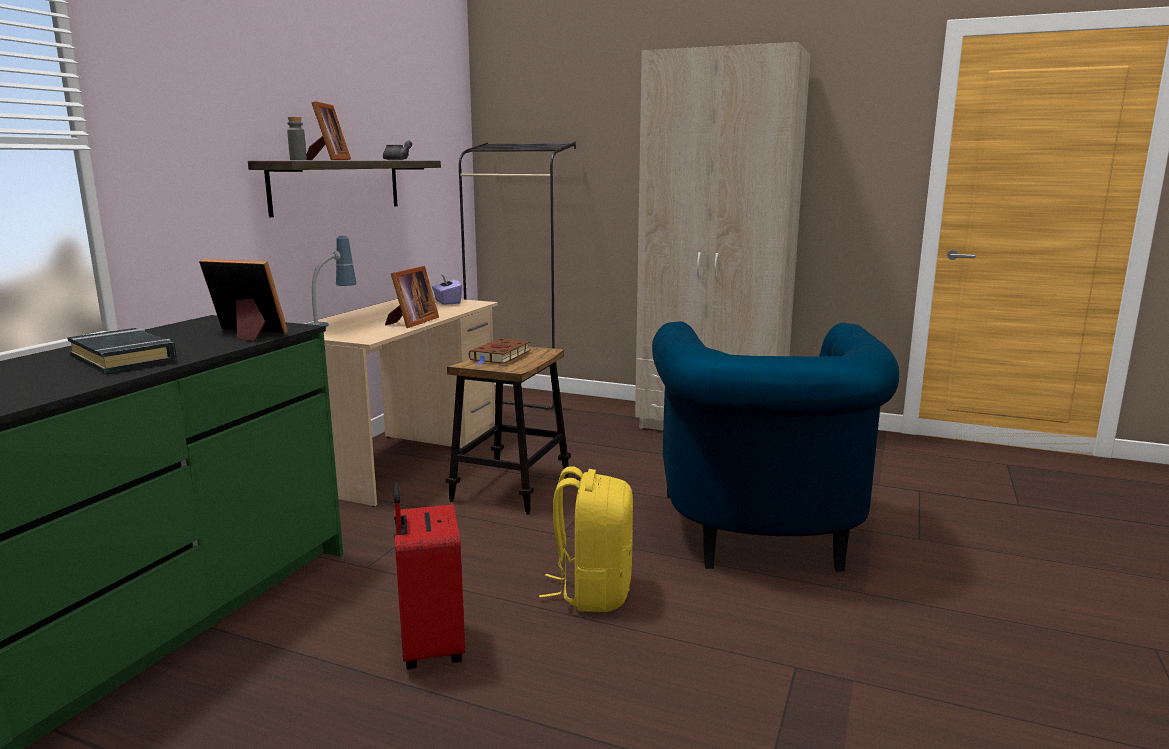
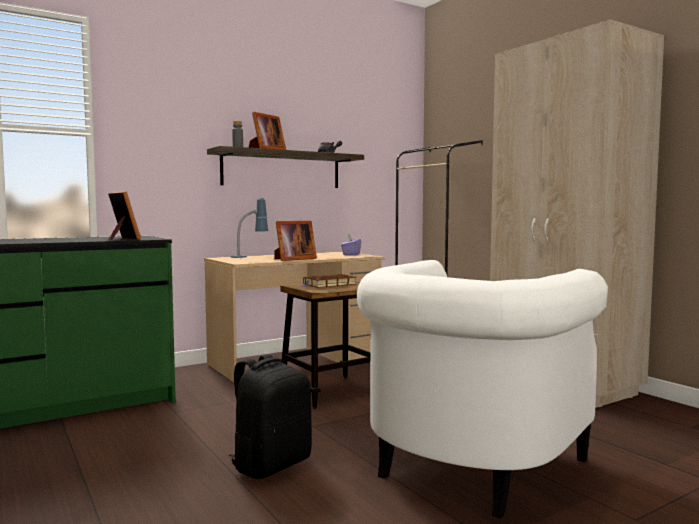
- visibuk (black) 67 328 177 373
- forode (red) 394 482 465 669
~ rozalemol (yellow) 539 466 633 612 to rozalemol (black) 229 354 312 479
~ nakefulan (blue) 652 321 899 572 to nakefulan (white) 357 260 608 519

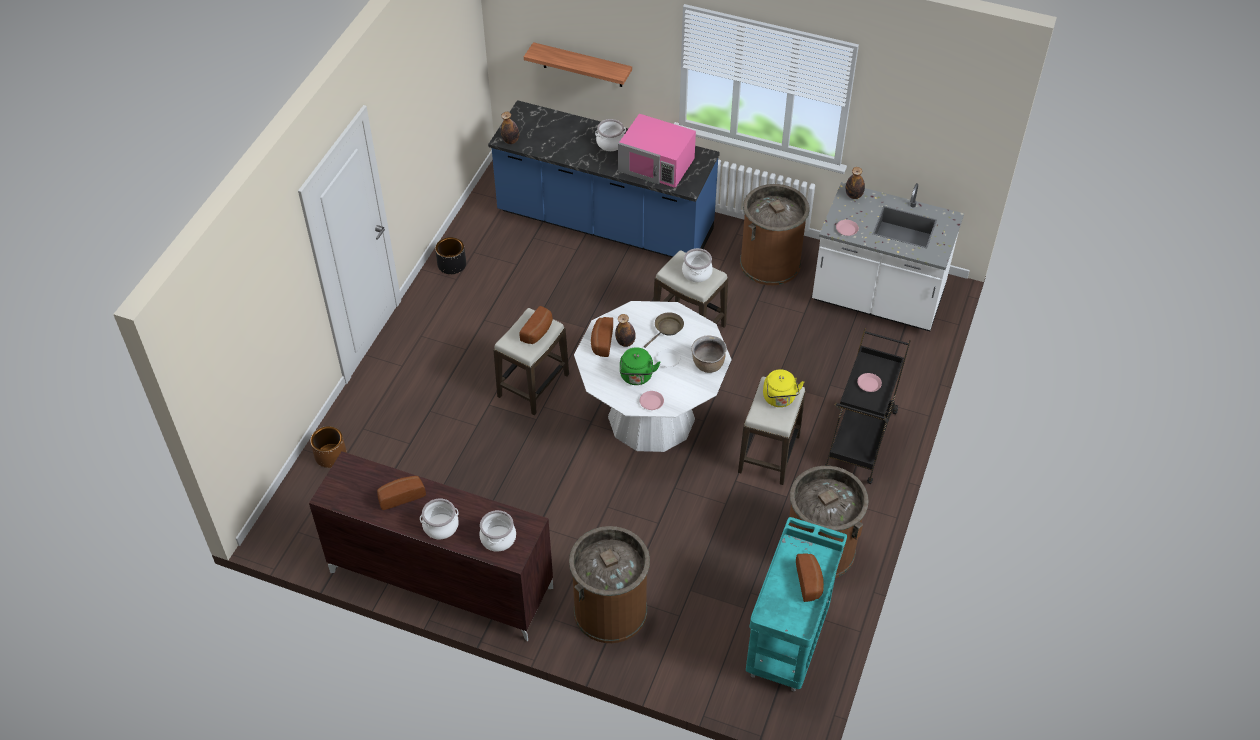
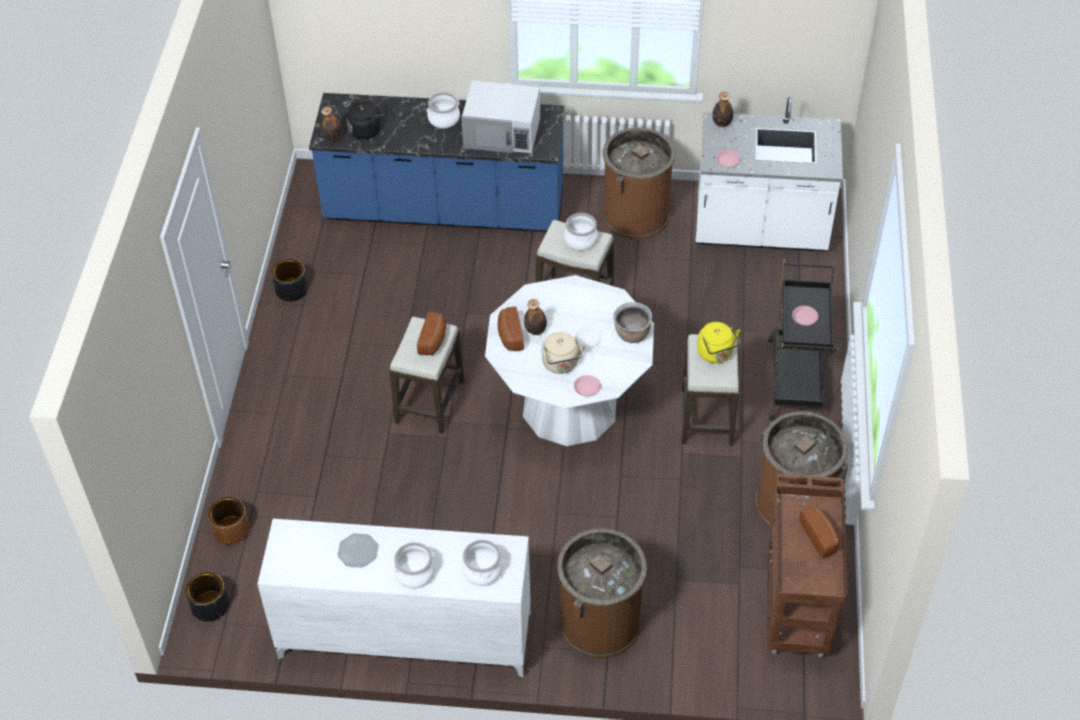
~ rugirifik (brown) 309 451 553 641 to rugirifik (white) 257 519 531 678
~ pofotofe 377 476 426 510 to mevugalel 337 533 378 568
- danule 524 42 632 87
~ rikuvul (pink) 618 114 696 188 to rikuvul (white) 461 80 540 153
~ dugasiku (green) 620 347 661 385 to dugasiku (beige) 542 332 586 374
- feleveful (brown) 644 312 684 348
~ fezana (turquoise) 746 517 847 691 to fezana (brown) 767 474 847 658
+ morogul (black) 186 572 229 622
+ dugasiku (black) 346 97 385 139

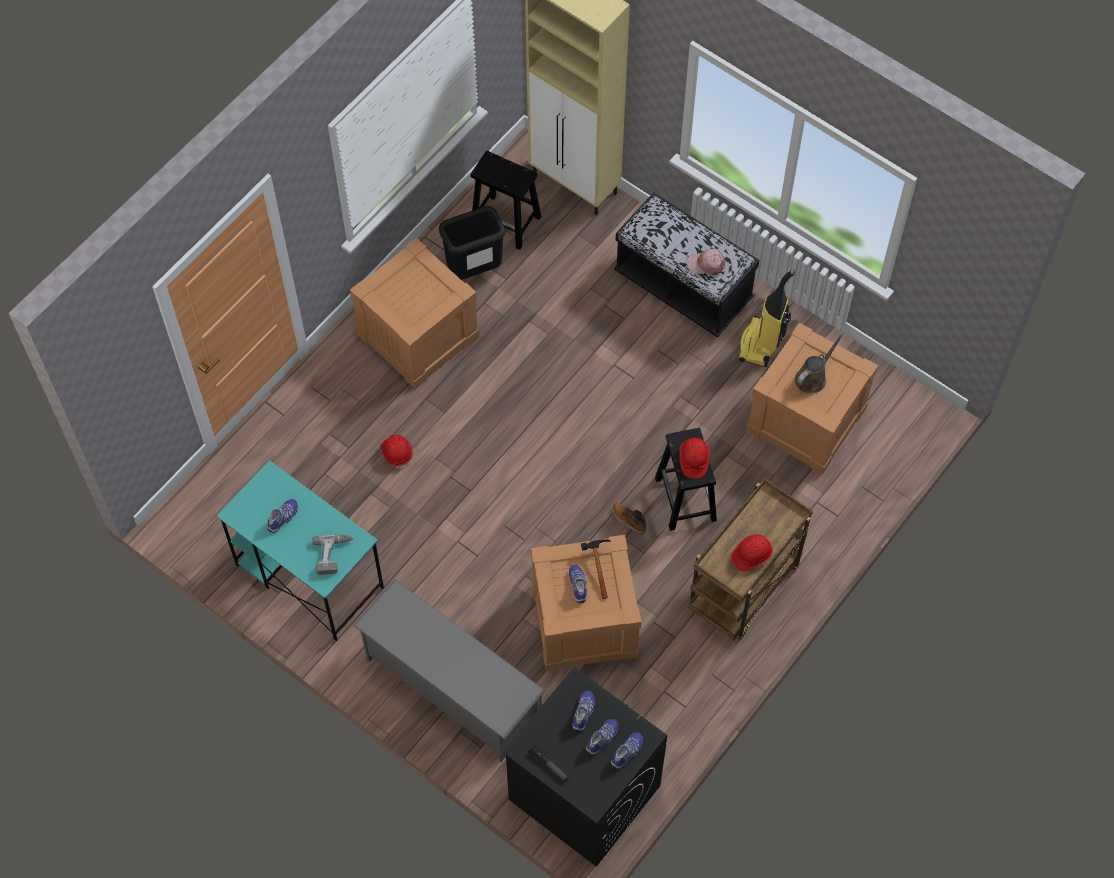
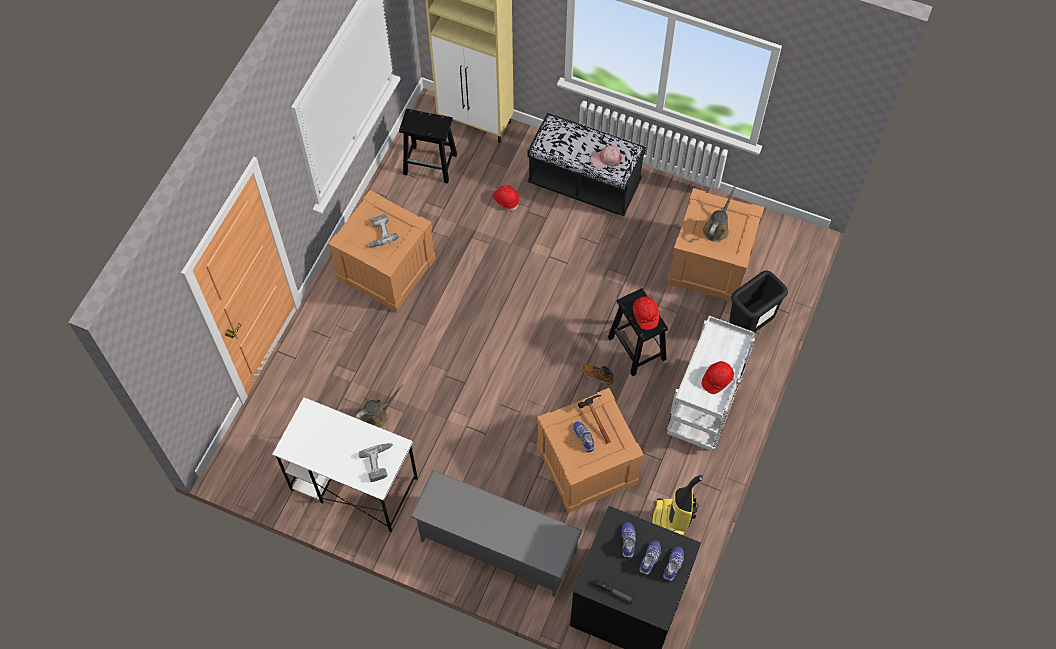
~ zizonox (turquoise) 217 460 384 641 to zizonox (white) 272 397 418 532
- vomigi 267 499 298 533
~ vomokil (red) 381 435 413 469 to 492 185 520 211
~ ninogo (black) 439 206 506 280 to 729 271 788 332
~ fezana (brown) 688 478 813 640 to fezana (white) 667 316 755 451
~ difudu 738 270 795 367 to 652 475 703 535
+ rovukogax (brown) 355 385 403 428
+ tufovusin 368 214 399 247

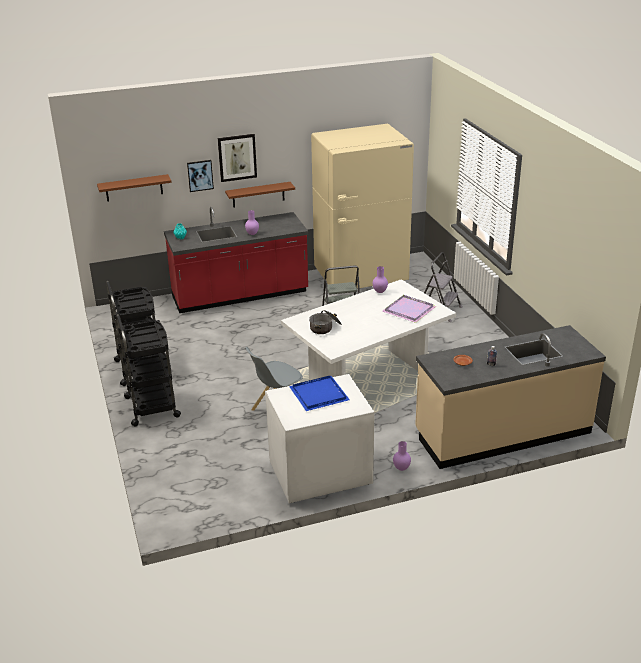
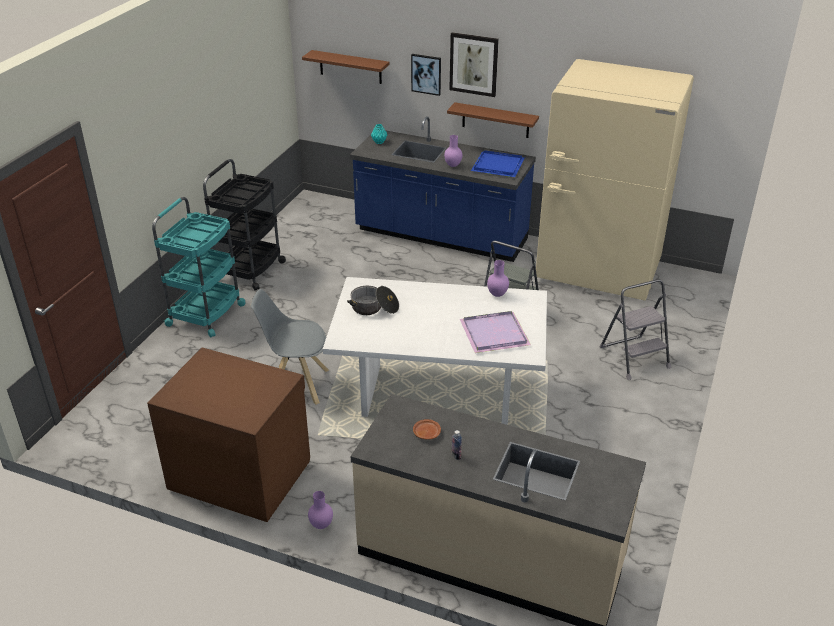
~ fezana (black) 117 314 181 427 to fezana (turquoise) 152 197 245 337
~ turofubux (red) 164 207 308 313 to turofubux (blue) 350 116 536 262
~ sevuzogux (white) 265 374 375 503 to sevuzogux (brown) 147 348 310 522
~ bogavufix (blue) 289 376 350 411 to 471 150 525 177

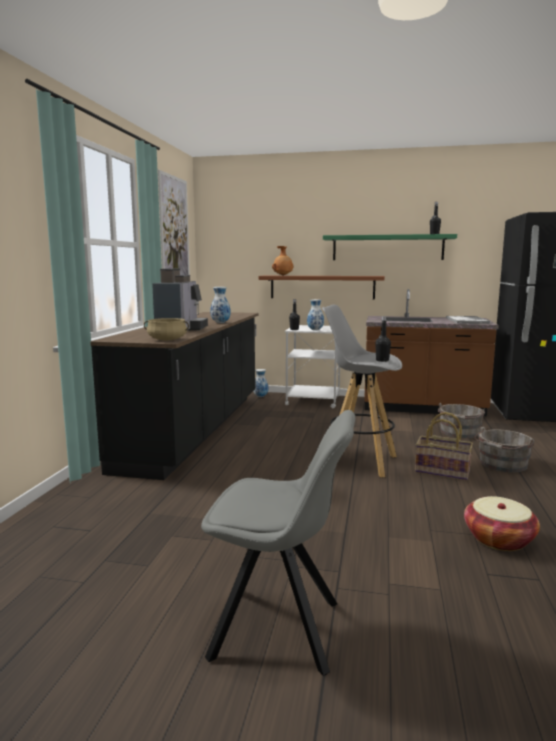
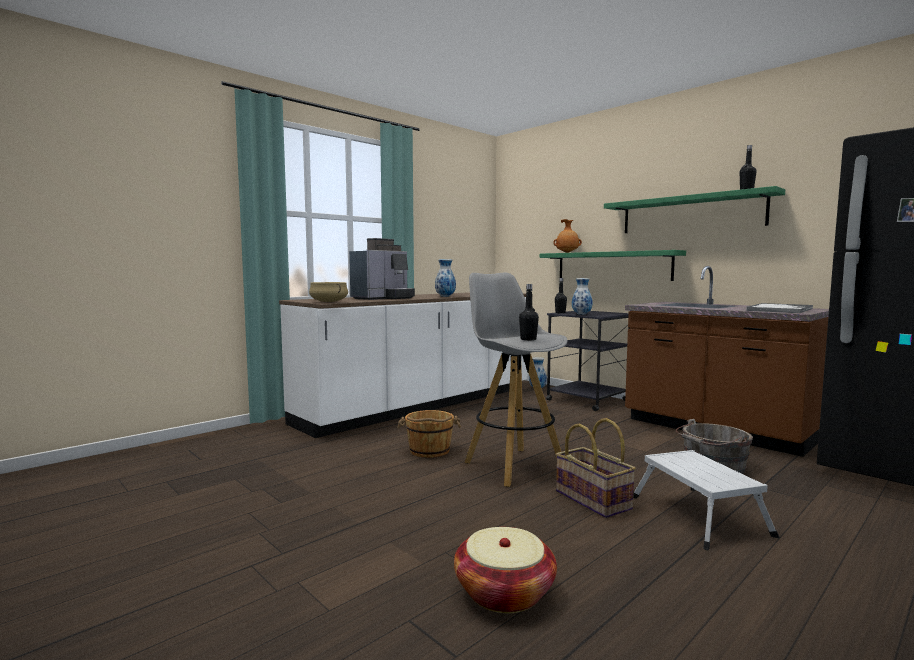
~ turofubux (black) 90 312 258 480 to turofubux (white) 279 292 527 438
- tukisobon 158 170 190 275
- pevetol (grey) 201 410 355 676
~ danule (brown) 259 276 385 300 to danule (green) 540 250 686 281
~ fezana (white) 285 325 340 408 to fezana (black) 546 311 630 411
~ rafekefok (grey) 474 427 534 472 to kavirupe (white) 633 450 780 551
+ rafekefok (brown) 397 410 461 458

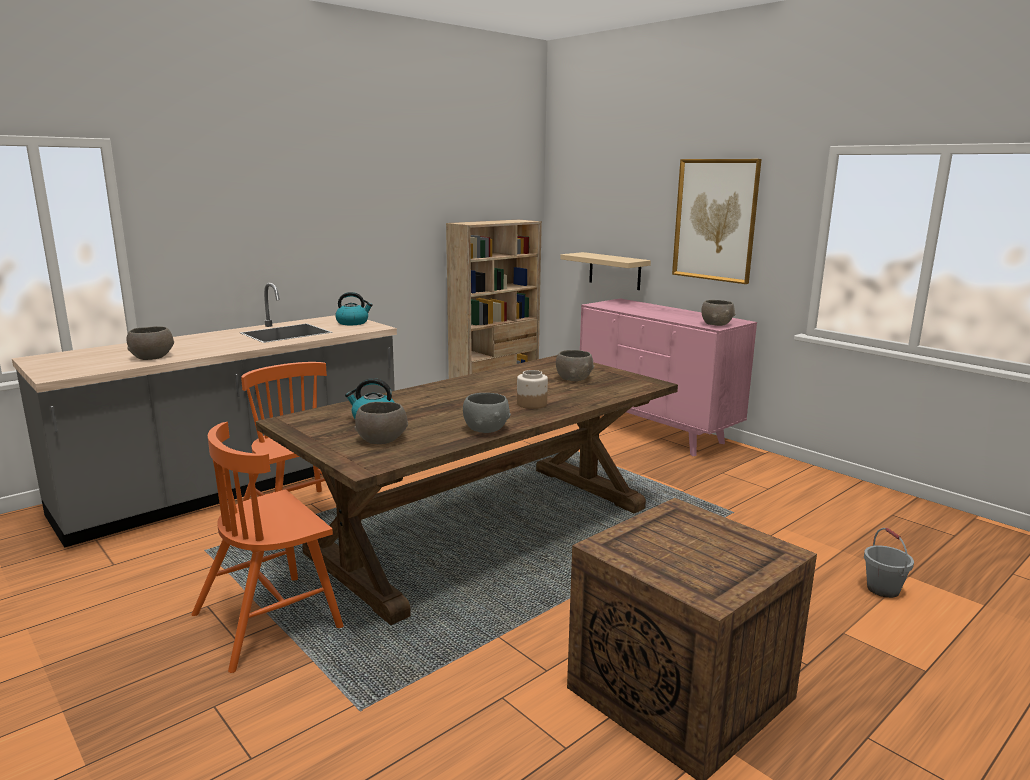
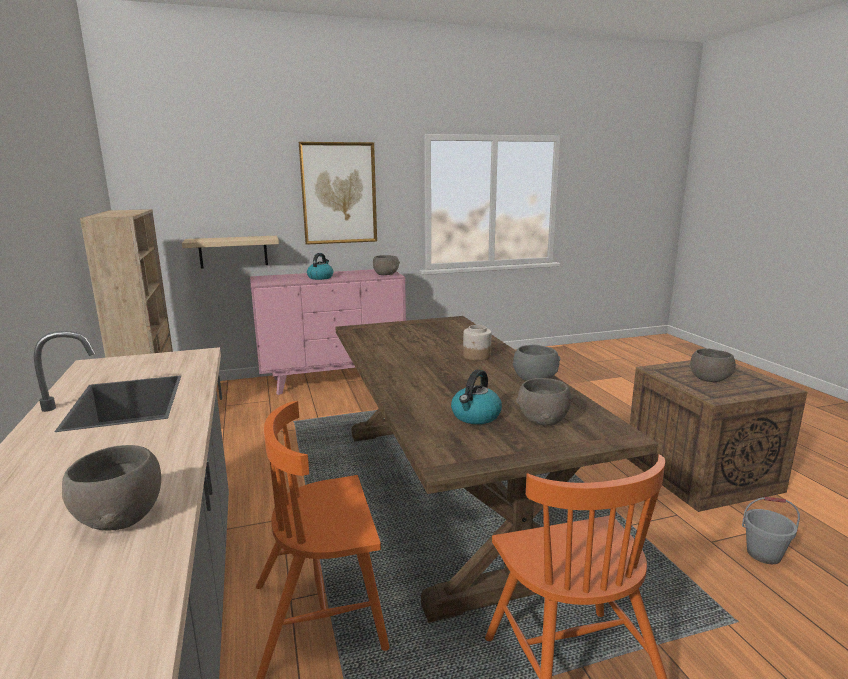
~ dugasiku 335 292 373 325 to 307 253 333 280
~ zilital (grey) 556 350 594 381 to 689 348 736 382
~ rafekefok (grey) 864 528 914 598 to 742 497 800 564

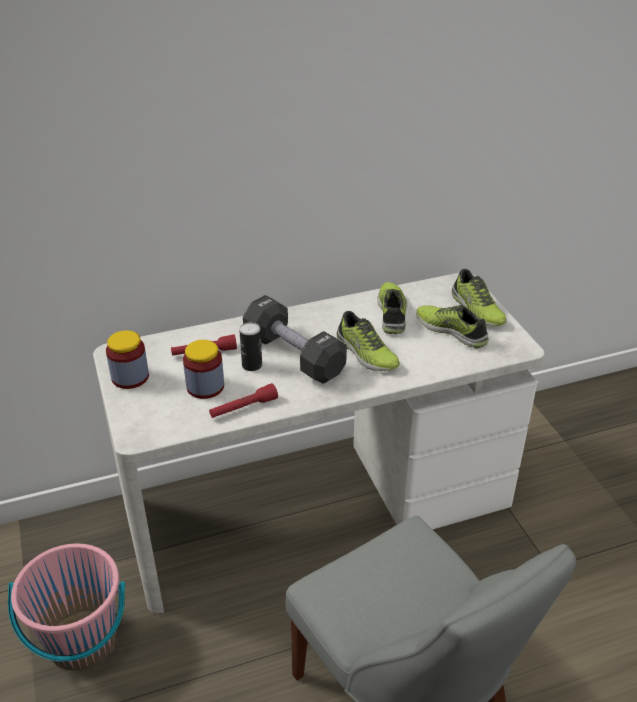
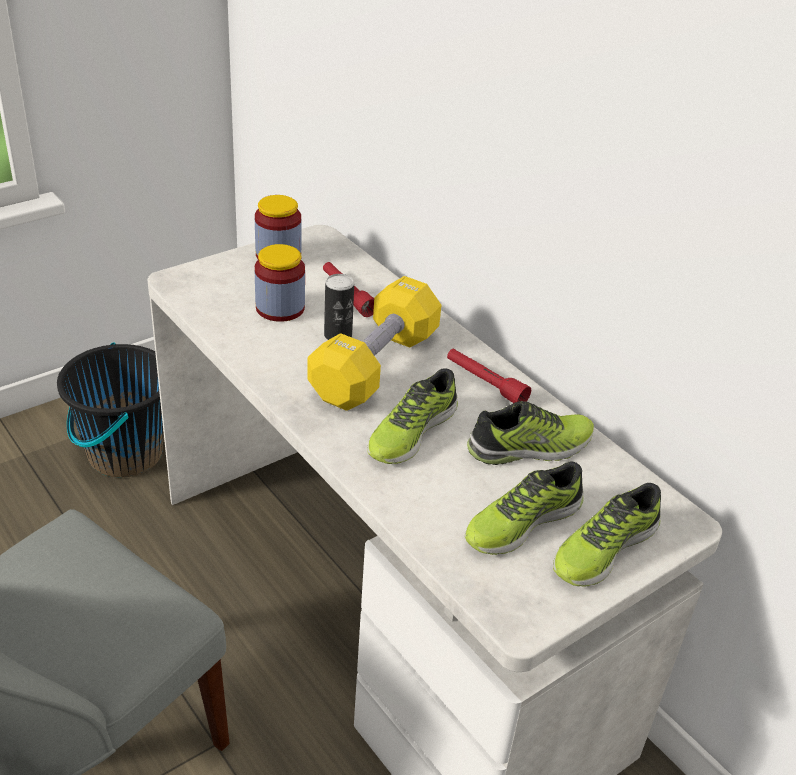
~ rafekefok (pink) 8 543 125 671 to rafekefok (black) 57 342 164 478
~ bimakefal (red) 209 383 278 418 to 447 349 531 403
~ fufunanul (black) 243 295 347 384 to fufunanul (yellow) 307 276 441 411
~ vomigi 416 305 489 348 = 465 461 583 555 150 degrees counterclockwise

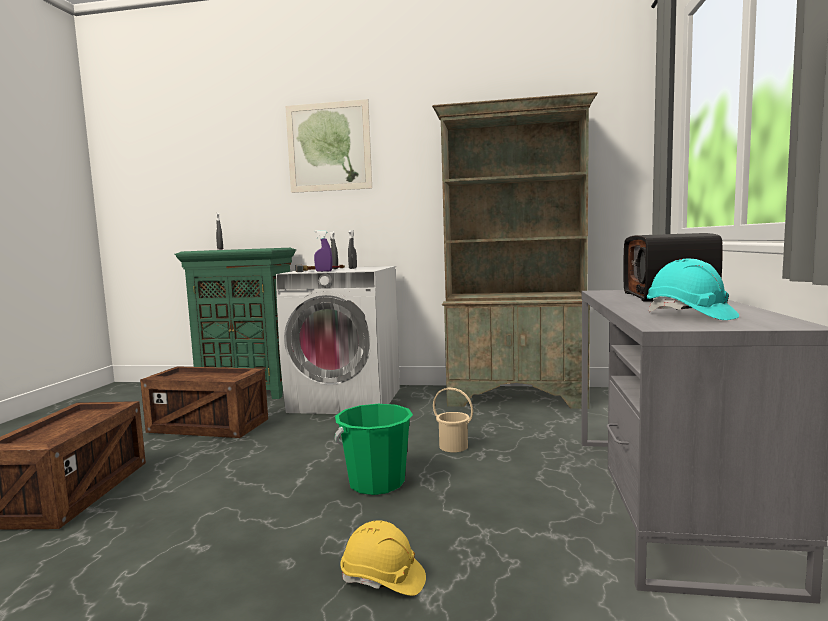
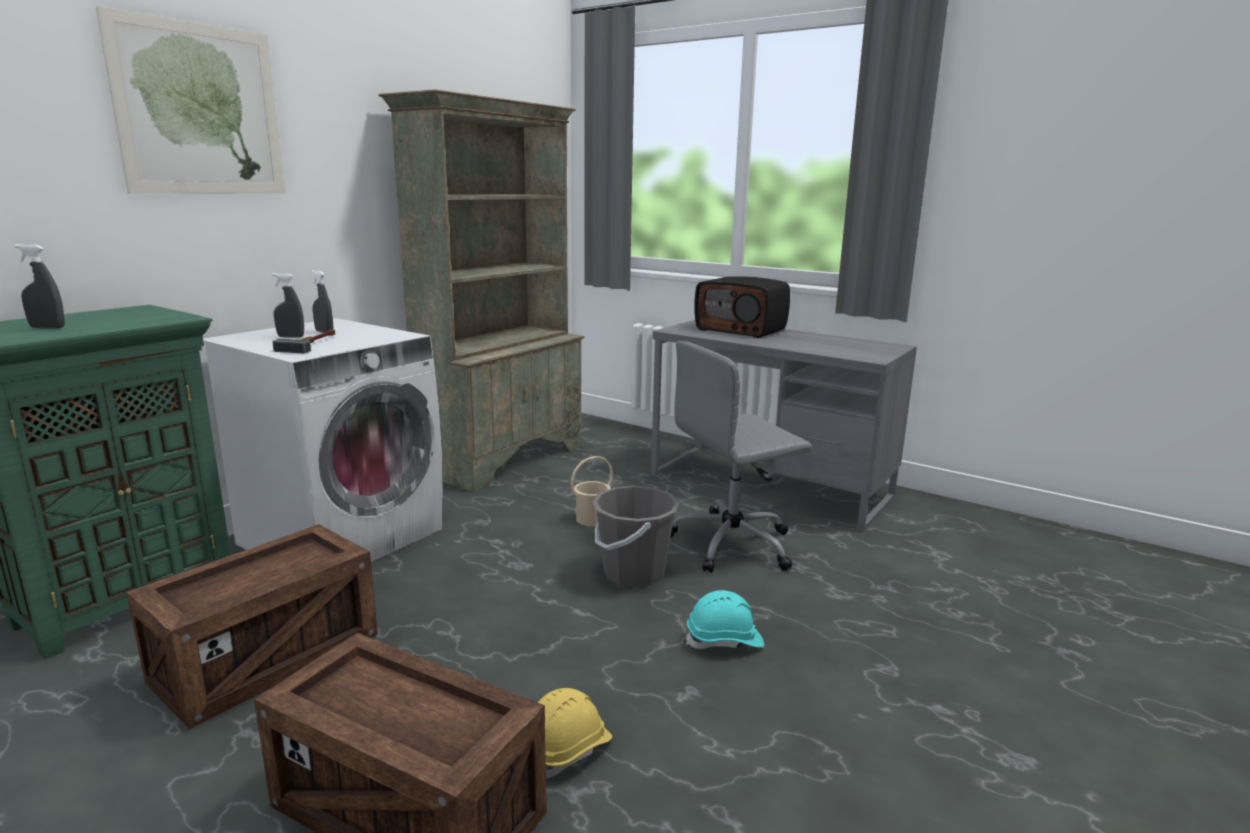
- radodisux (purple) 314 230 333 272
~ rafekefok (green) 334 404 413 495 to rafekefok (grey) 592 486 679 587
~ vomokil (yellow) 340 520 426 596 to 537 688 612 778
~ vomokil (turquoise) 647 259 739 320 to 686 590 764 649
+ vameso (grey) 670 341 812 573

